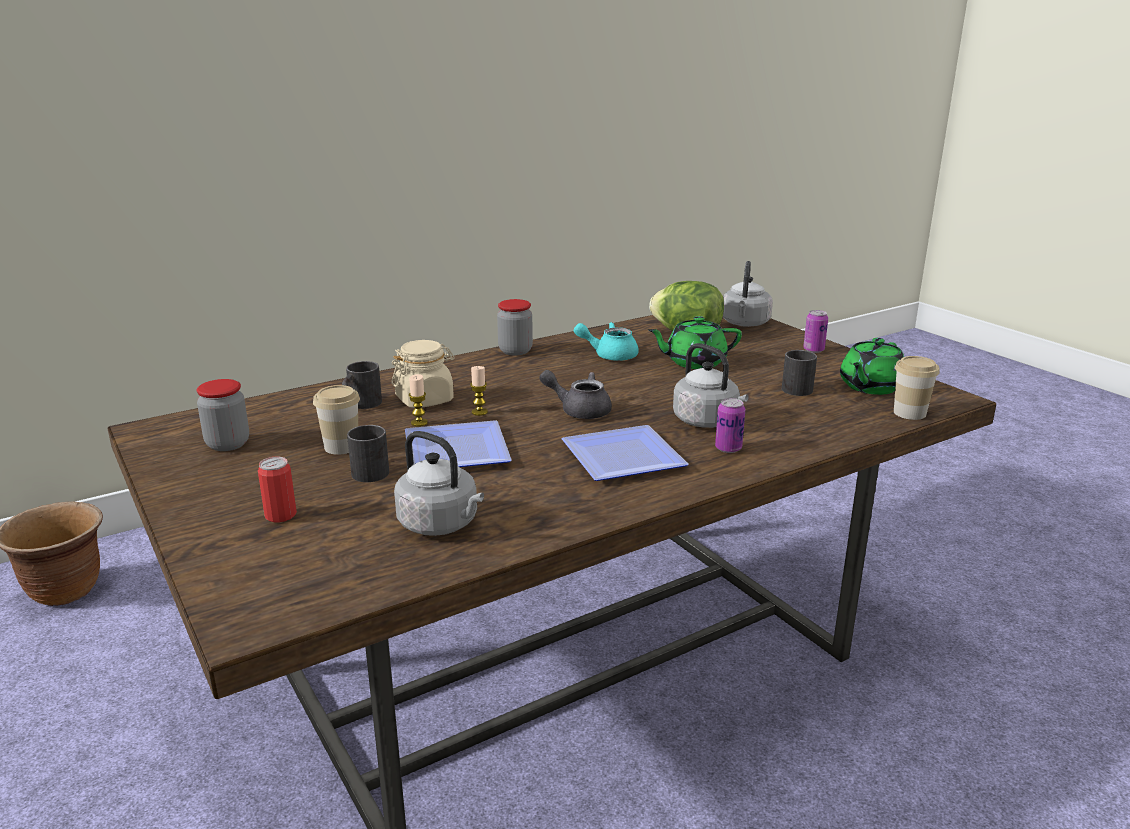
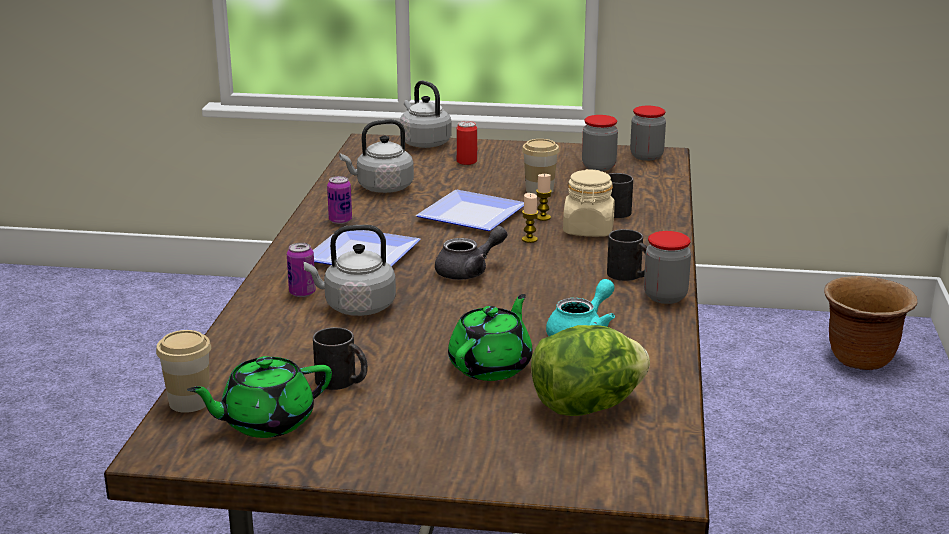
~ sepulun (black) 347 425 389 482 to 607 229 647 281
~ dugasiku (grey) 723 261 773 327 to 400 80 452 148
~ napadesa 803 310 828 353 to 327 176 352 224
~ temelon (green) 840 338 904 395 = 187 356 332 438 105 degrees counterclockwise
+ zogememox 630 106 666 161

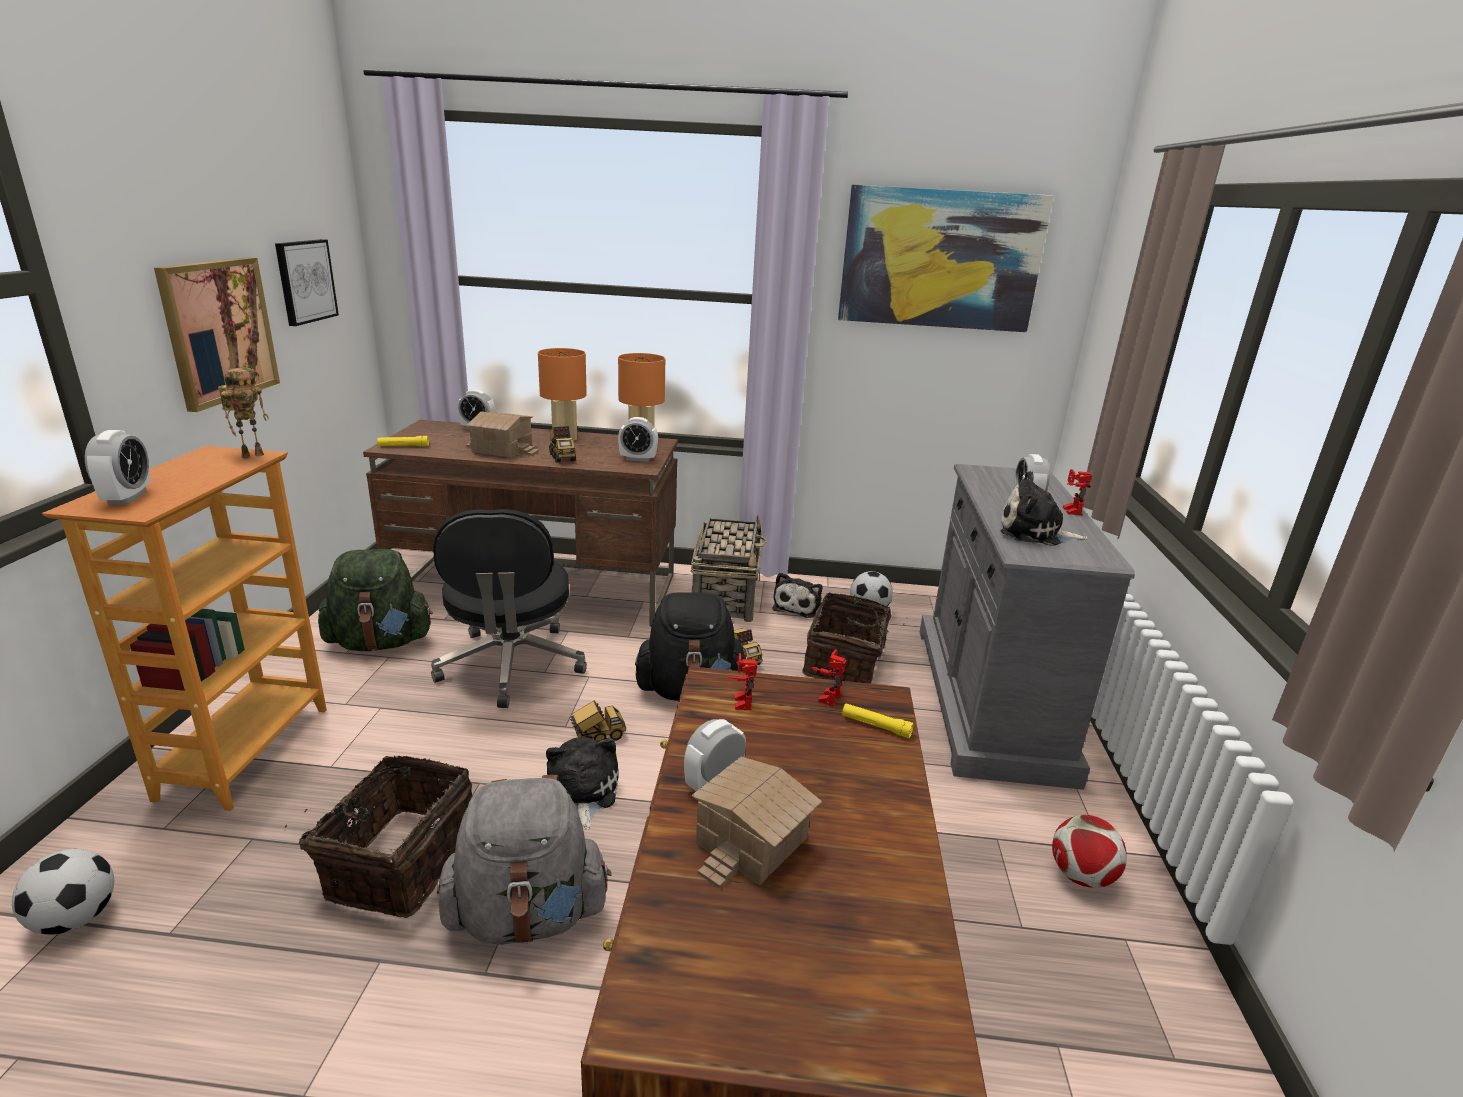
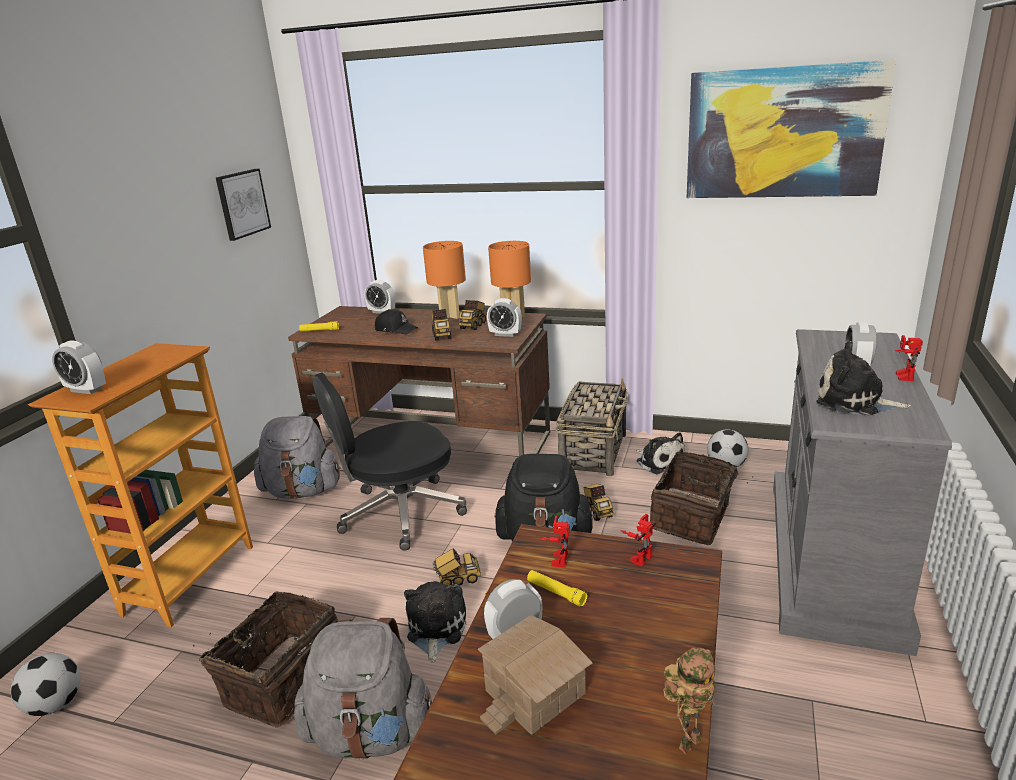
~ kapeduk 85 430 151 505 = 52 341 106 394 105 degrees clockwise
- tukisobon 154 257 280 412
~ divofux 218 368 269 459 to 664 647 715 754
~ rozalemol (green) 318 549 433 651 to rozalemol (grey) 254 416 341 499
~ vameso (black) 431 509 587 708 = 312 373 467 551 60 degrees clockwise
~ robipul 466 412 539 458 to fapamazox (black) 375 309 418 334
~ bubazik 772 573 822 618 = 636 432 685 474 60 degrees counterclockwise
~ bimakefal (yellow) 842 703 914 738 to 527 570 587 607
- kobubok 1052 815 1127 888
+ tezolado 459 300 486 330

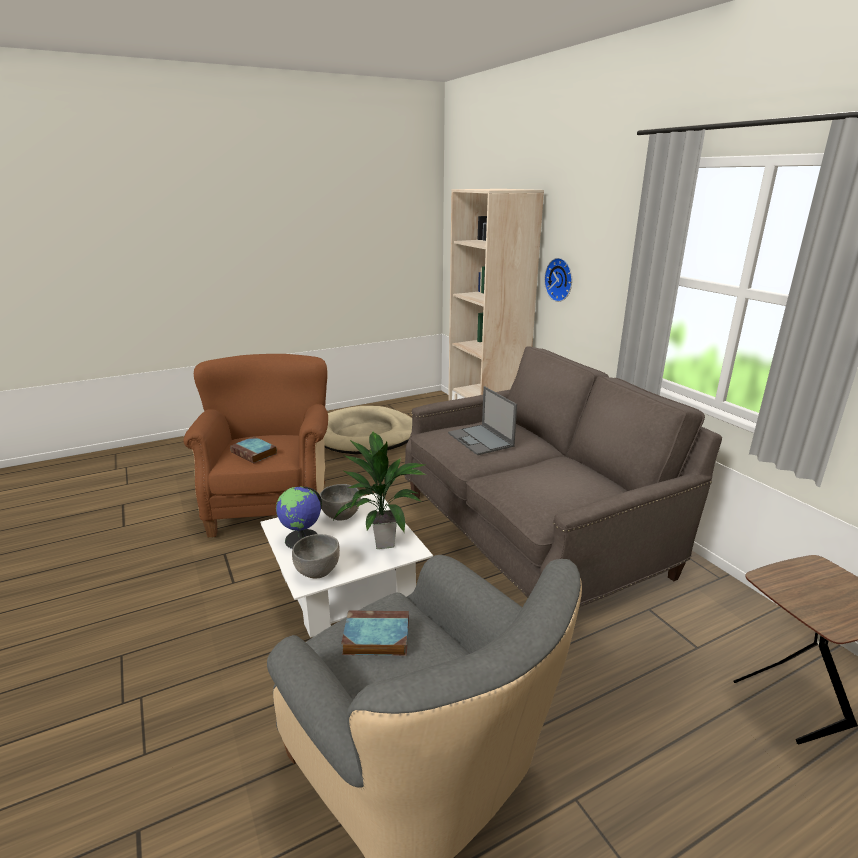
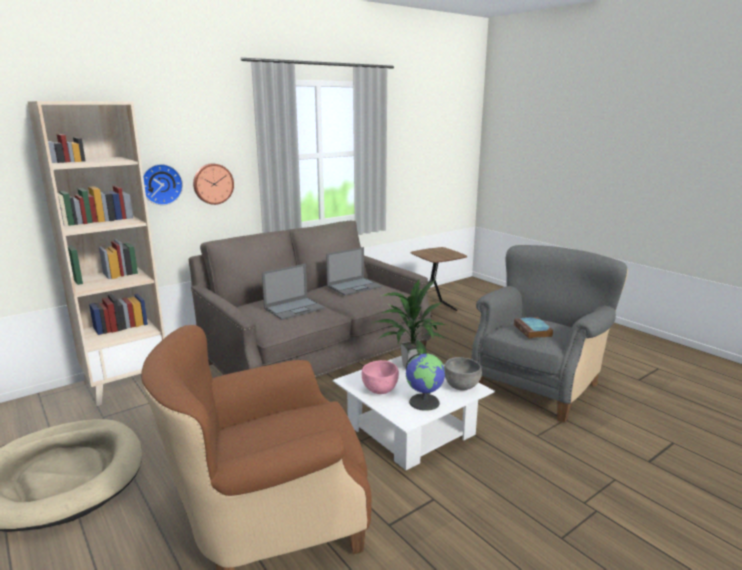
- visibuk 230 437 277 463
~ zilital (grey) 320 484 361 521 to zilital (pink) 362 360 399 394
+ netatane 193 163 234 205
+ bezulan 326 247 382 296

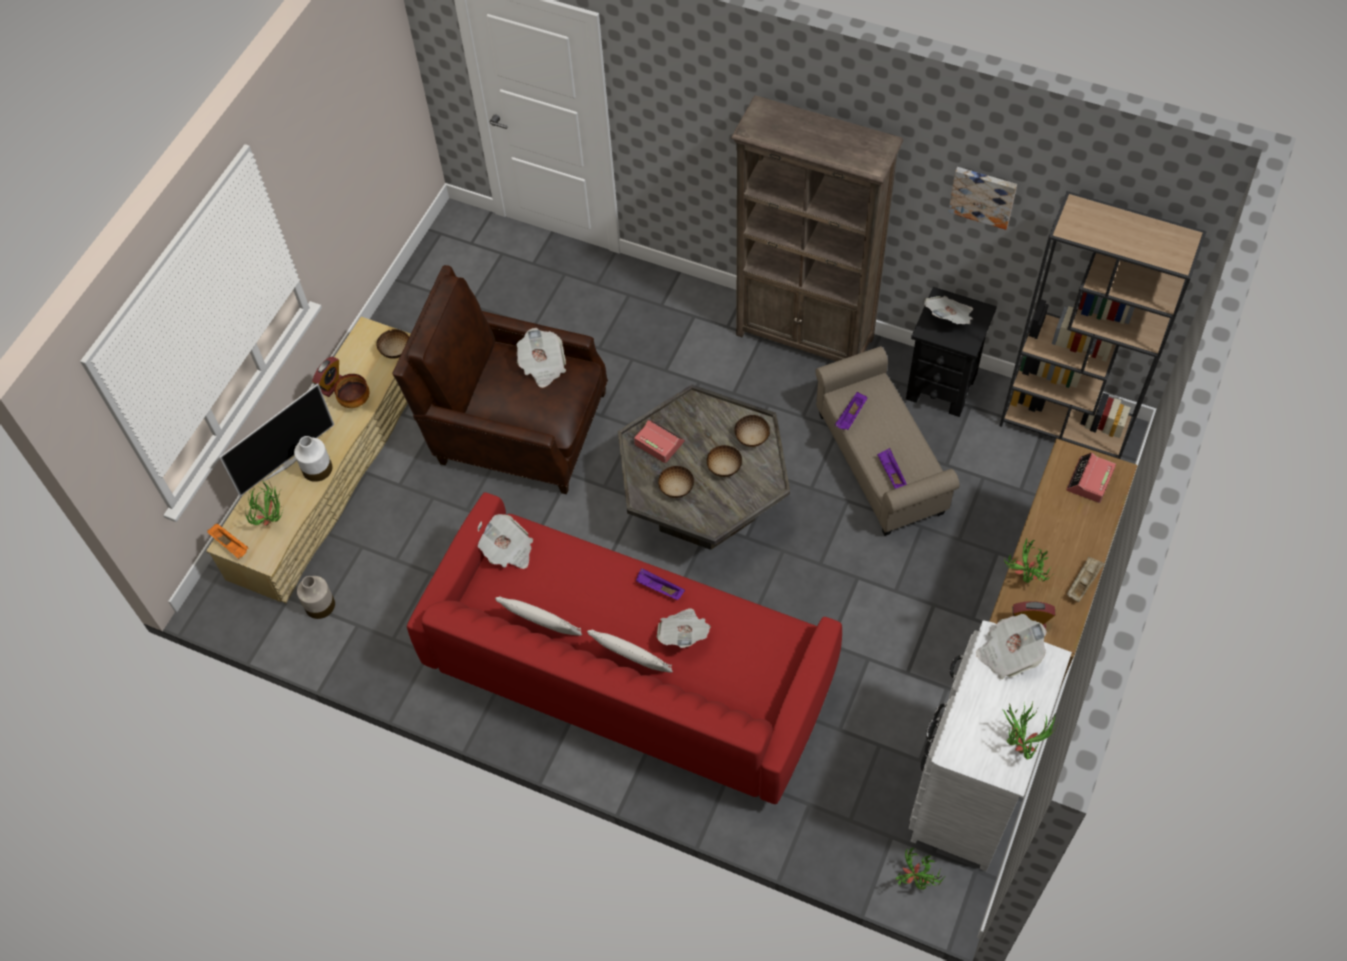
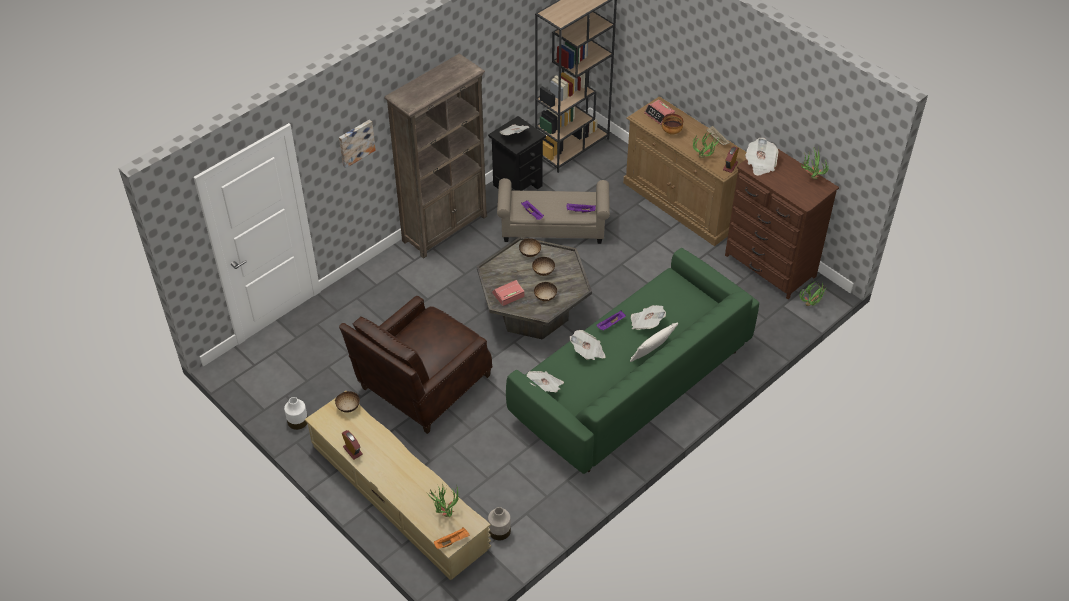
- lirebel 219 384 334 496
~ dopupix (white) 294 436 333 482 to 284 397 308 430
~ zilital 334 374 369 408 to 662 114 683 135
~ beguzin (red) 407 492 842 804 to beguzin (green) 506 248 759 474
- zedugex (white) 495 596 582 636
~ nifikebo 517 328 566 388 to 570 330 606 360
~ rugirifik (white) 909 620 1072 871 to rugirifik (brown) 725 149 839 299
~ tukisobon 948 167 1017 230 to 339 120 376 168

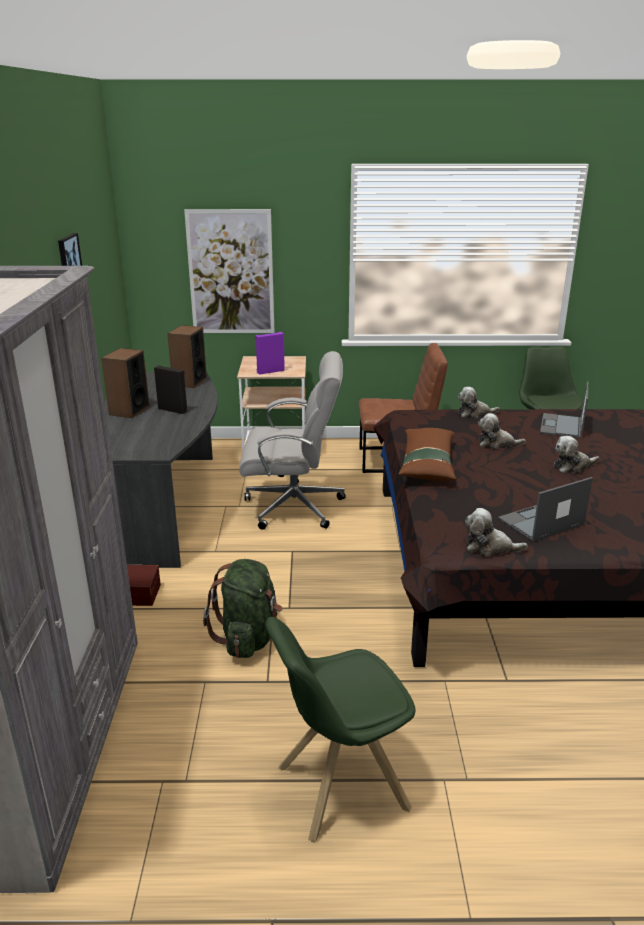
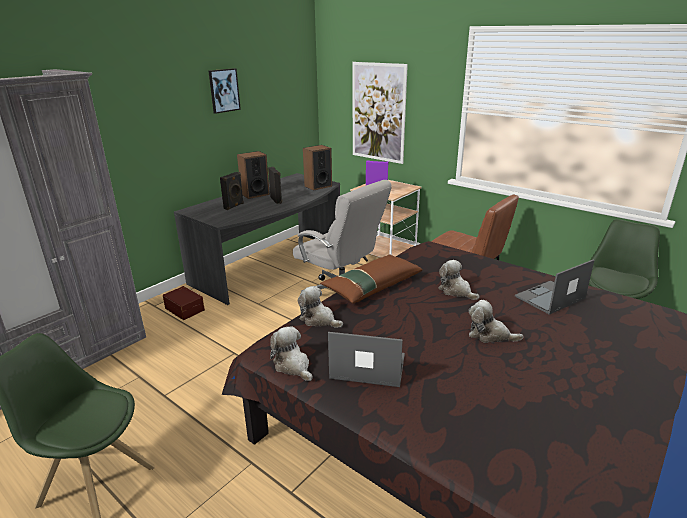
- rozalemol (green) 203 559 283 658
~ bubazik 458 387 500 419 to 298 286 343 328
+ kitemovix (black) 220 172 244 210

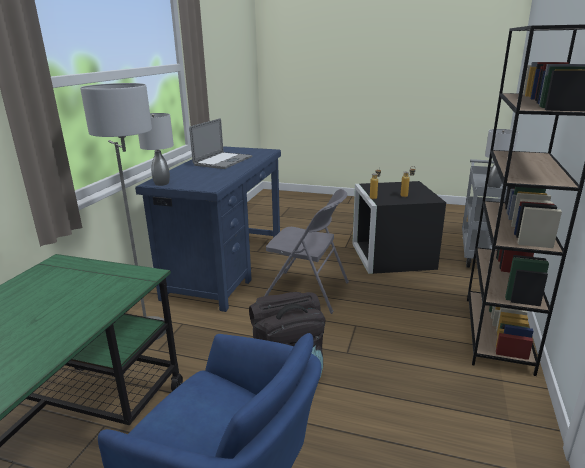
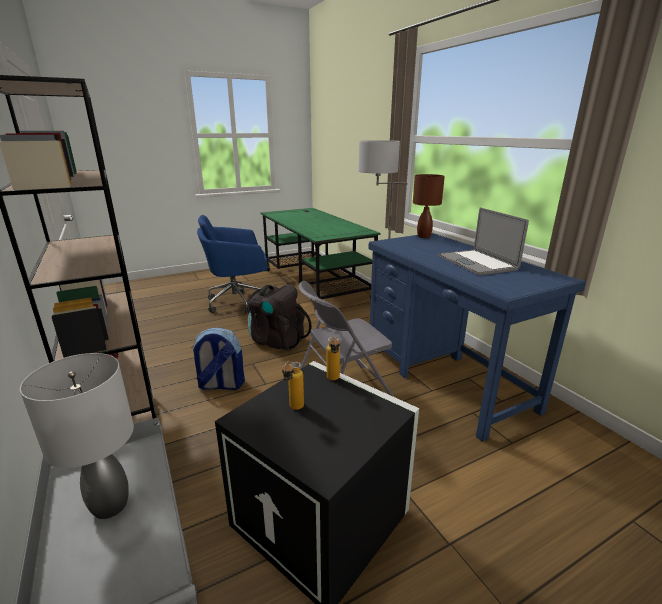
~ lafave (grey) 138 113 174 186 to lafave (brown) 413 174 445 238
+ rozalemol 192 327 245 390

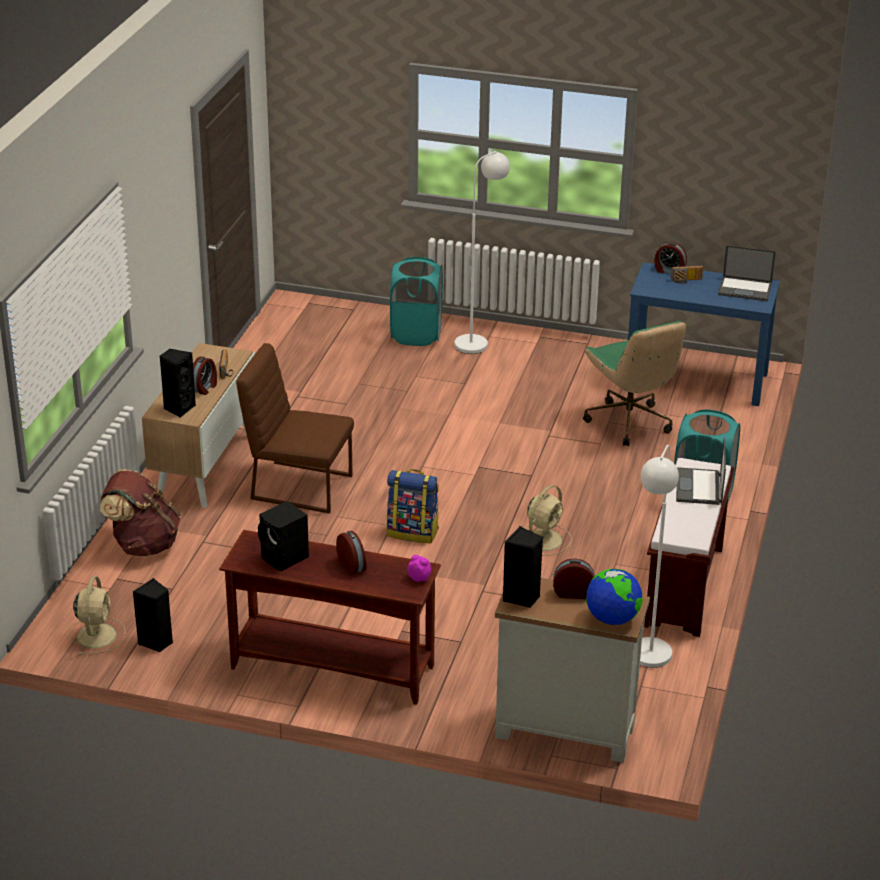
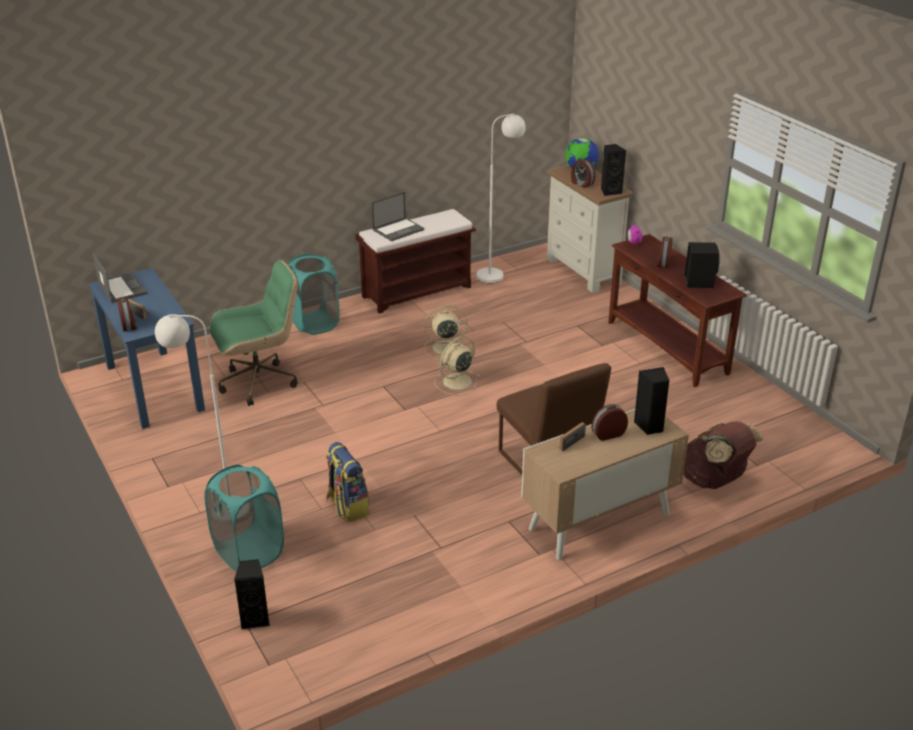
~ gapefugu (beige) 68 576 126 655 to 434 336 480 395
~ kitemovix (black) 133 578 173 652 to 234 559 270 629
~ rozalemol 387 469 439 543 to 326 442 369 522
~ vameso (green) 583 321 686 446 = 210 260 298 406 45 degrees clockwise

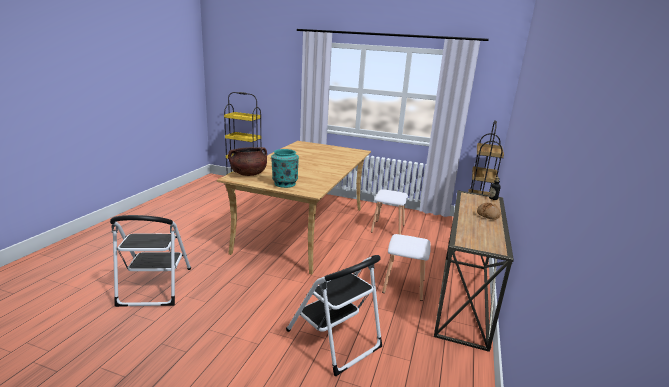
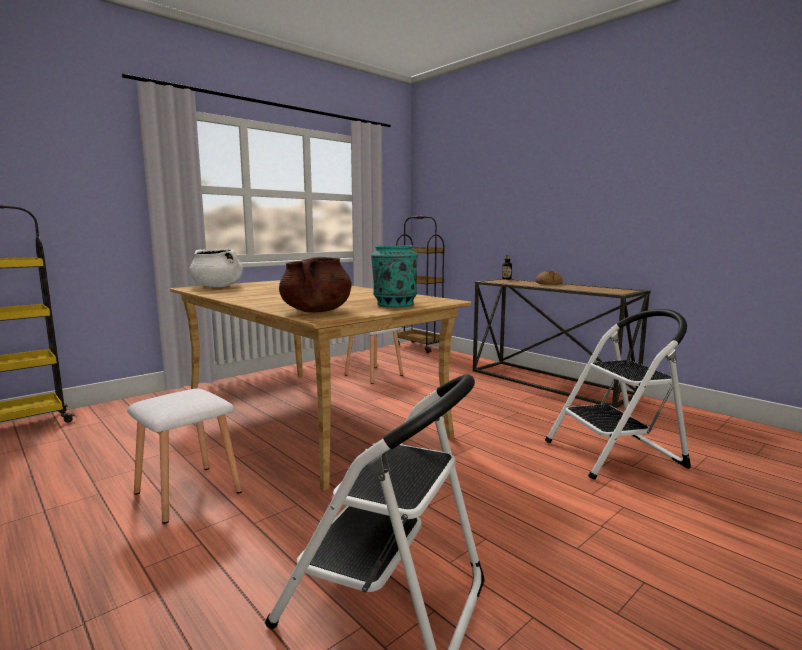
~ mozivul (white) 382 234 431 301 to 127 389 242 524
+ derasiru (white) 189 249 243 287

